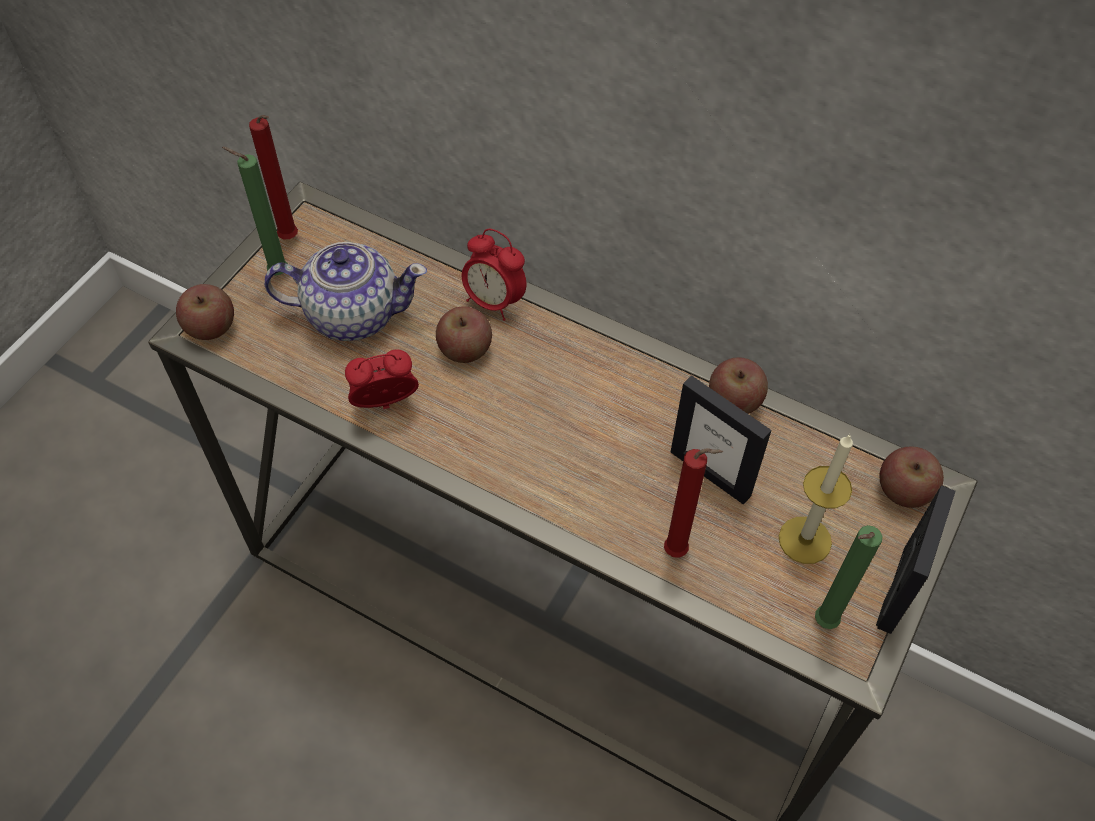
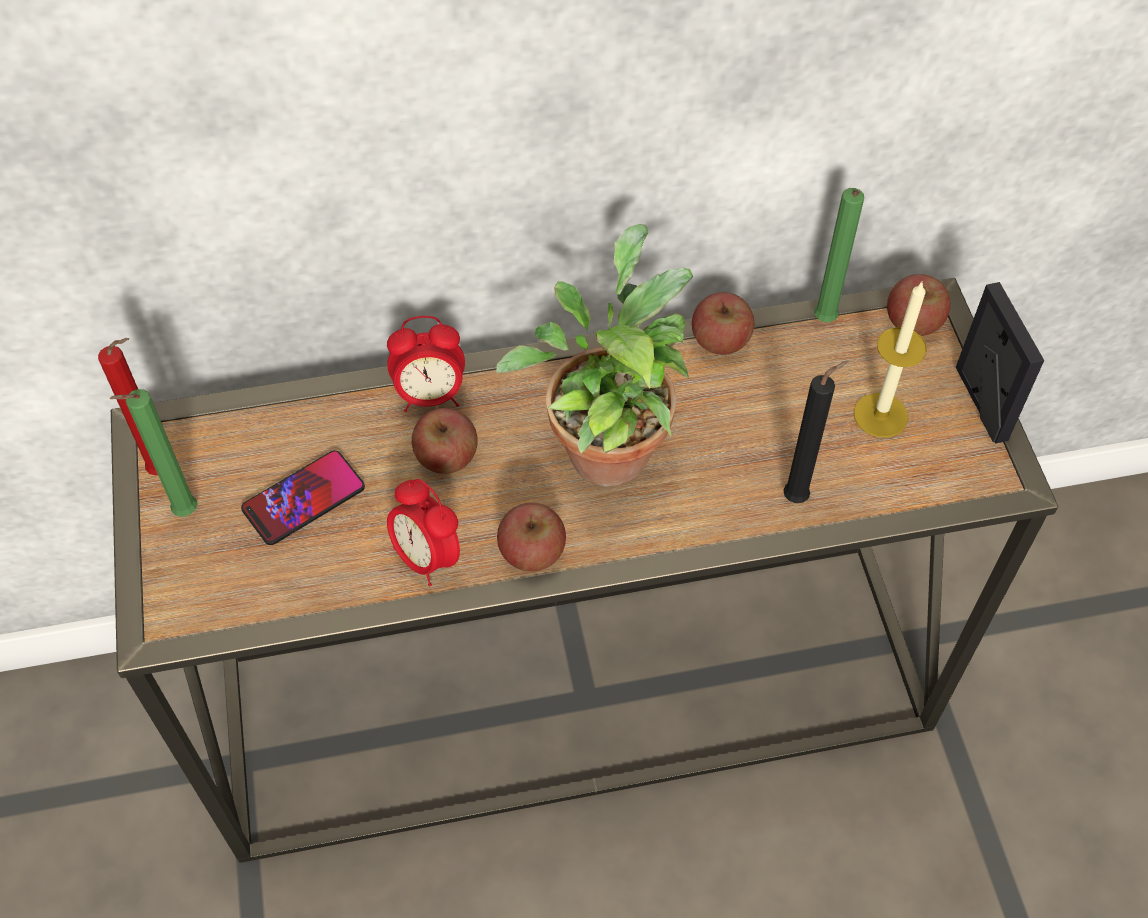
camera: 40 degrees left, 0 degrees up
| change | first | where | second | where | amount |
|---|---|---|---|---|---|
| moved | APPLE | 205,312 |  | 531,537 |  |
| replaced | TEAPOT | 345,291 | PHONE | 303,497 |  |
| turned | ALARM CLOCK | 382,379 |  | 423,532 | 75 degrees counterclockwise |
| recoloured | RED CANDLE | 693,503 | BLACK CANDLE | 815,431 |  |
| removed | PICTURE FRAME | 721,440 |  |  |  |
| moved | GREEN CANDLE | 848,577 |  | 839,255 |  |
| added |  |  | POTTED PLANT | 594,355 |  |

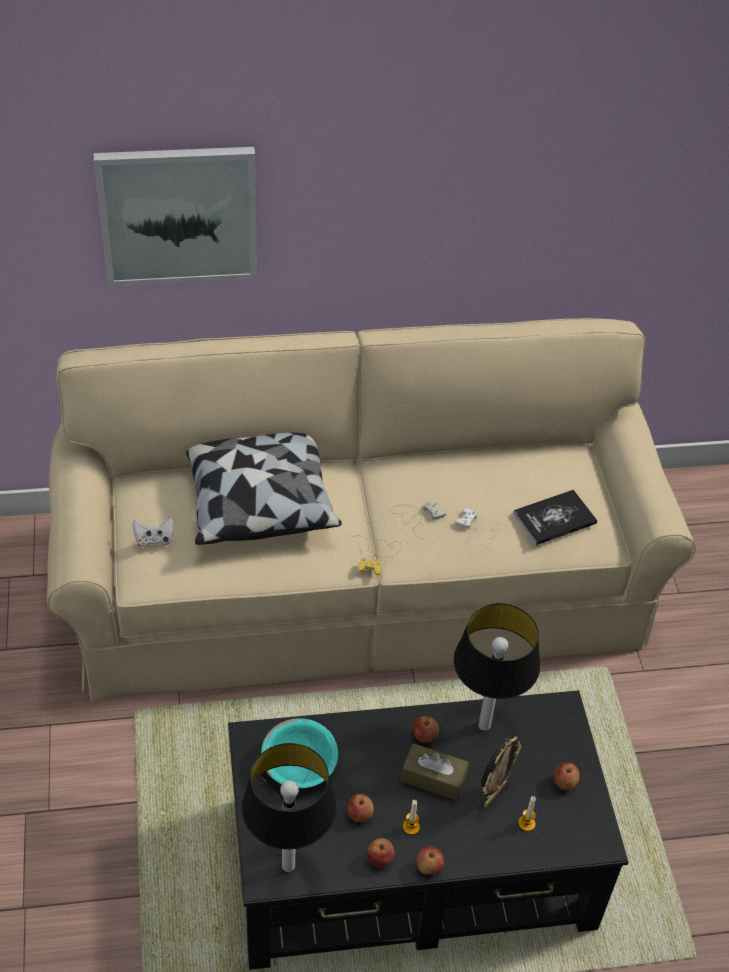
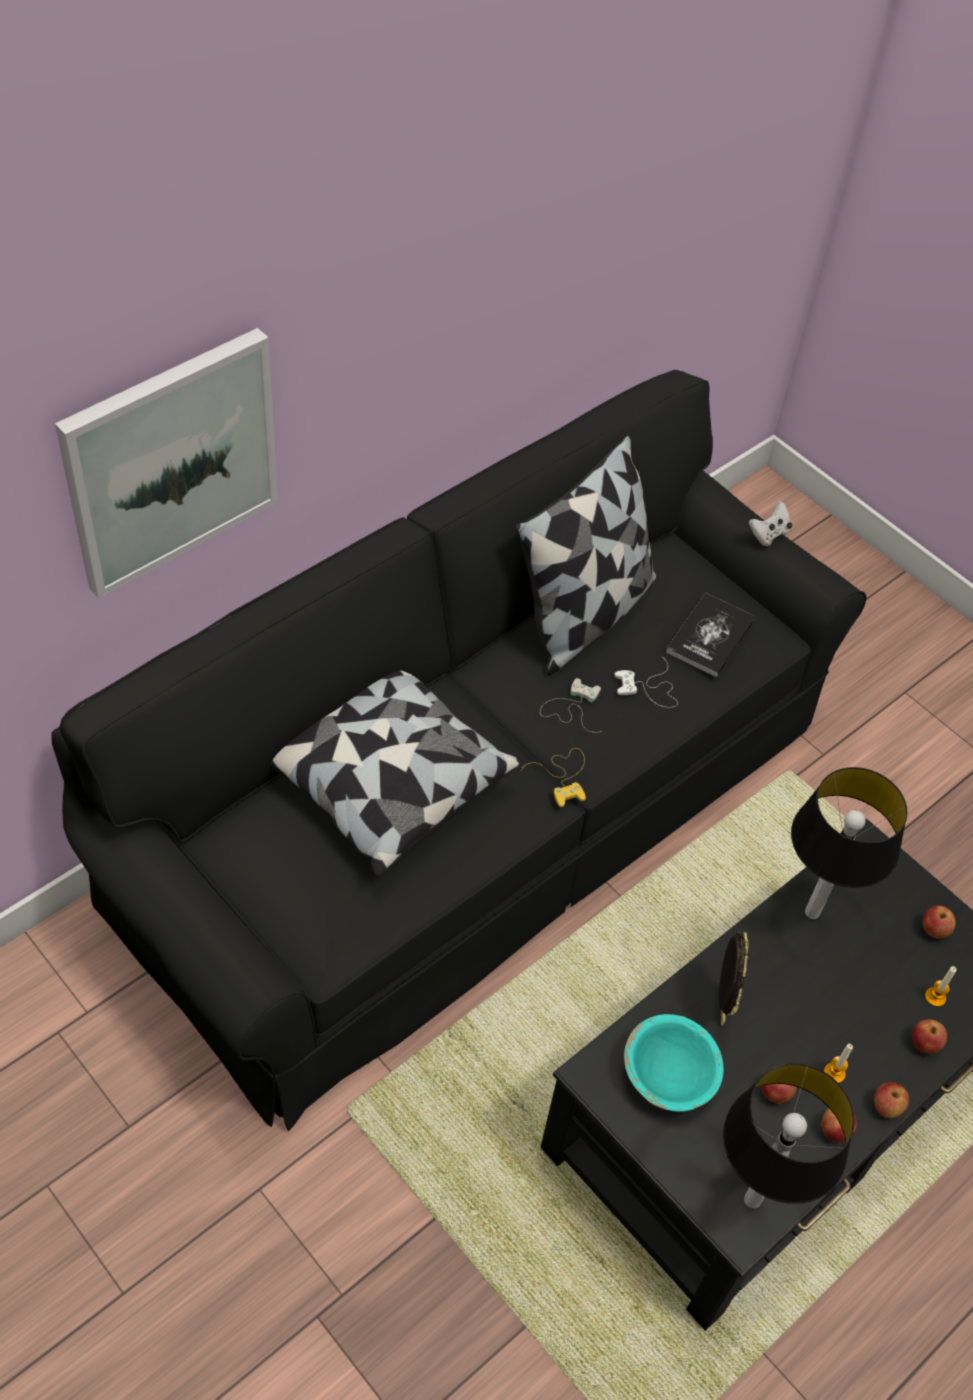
camera: 35 degrees left, 5 degrees up
| change | first | where | second | where | amount |
|---|---|---|---|---|---|
| recoloured | BEIGE SOFA | 371,510 | BLACK SOFA | 459,750 |  |
| moved | WHITE GAME CONTROLLER | 153,532 |  | 770,523 |  |
| removed | BROWN TISSUE BOX | 435,772 |  |  |  |
| moved | APPLE | 426,729 |  | 929,1036 |  |
| moved | PICTURE FRAME | 501,772 |  | 734,979 |  |
| added |  |  | PILLOW | 585,555 |  |

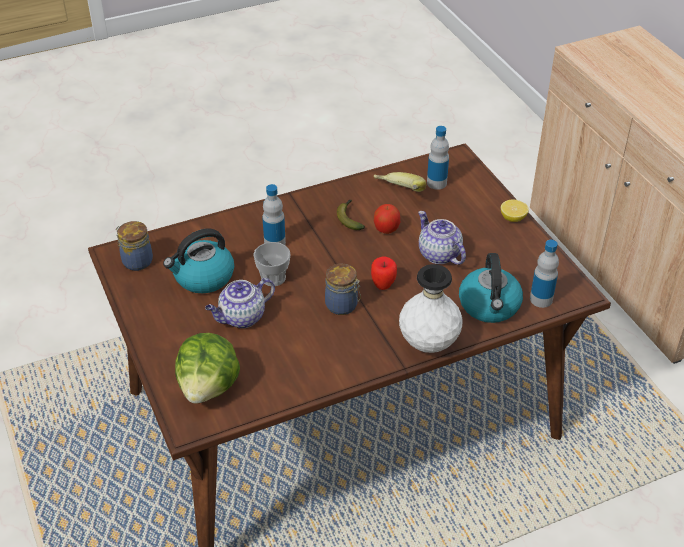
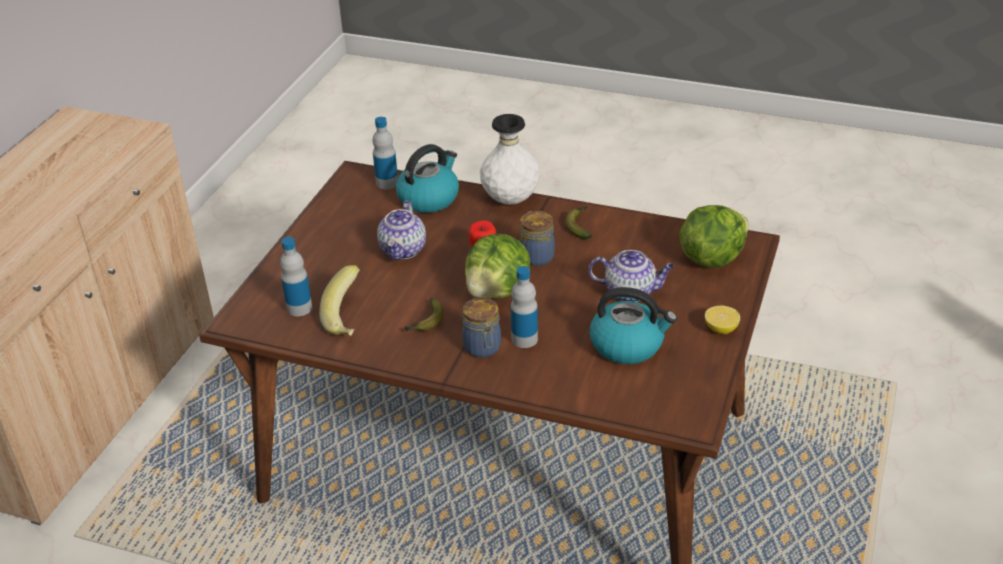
camera: 135 degrees left, 5 degrees down
| change | first | where | second | where | amount |
|---|---|---|---|---|---|
| moved | JAR | 134,246 |  | 481,327 |  |
| removed | CUP | 272,264 |  |  |  |
| removed | APPLE | 387,219 |  |  |  |
| moved | LEMON | 515,210 |  | 722,320 |  |
| added |  |  | LETTUCE | 497,266 |  |
| added |  |  | BANANA | 578,222 |  |

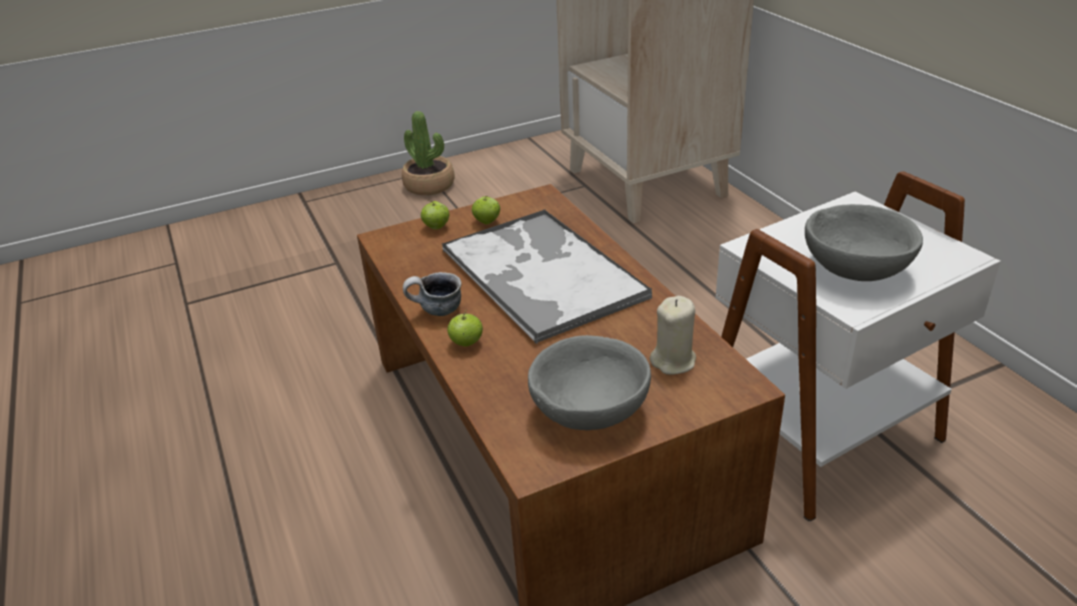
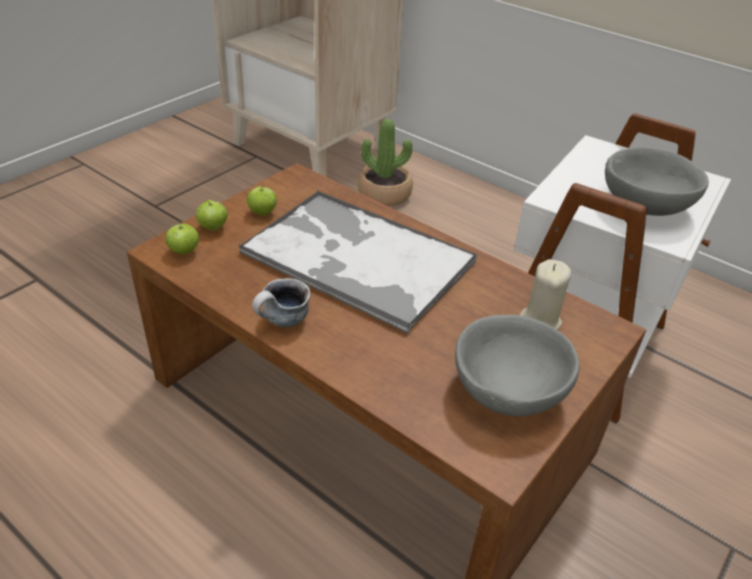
camera: 30 degrees left, 5 degrees up
| change | first | where | second | where | amount |
|---|---|---|---|---|---|
| moved | POTTED PLANT | 428,153 |  | 385,162 |  |
| moved | APPLE | 465,328 |  | 182,236 |  |

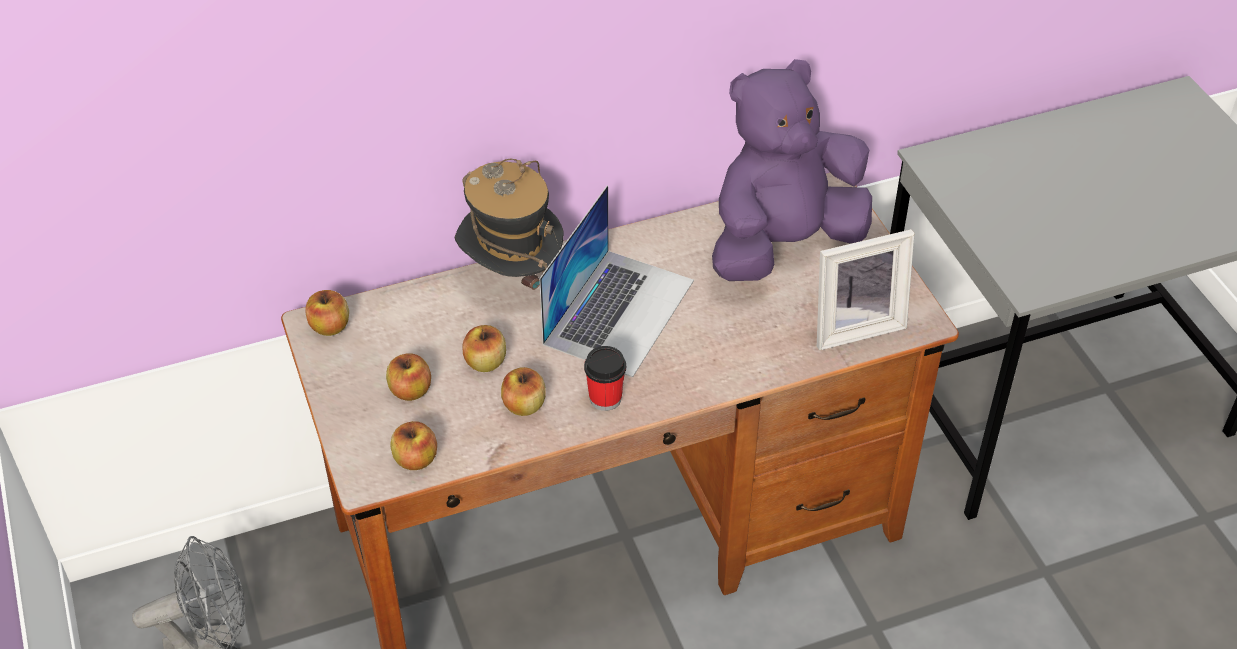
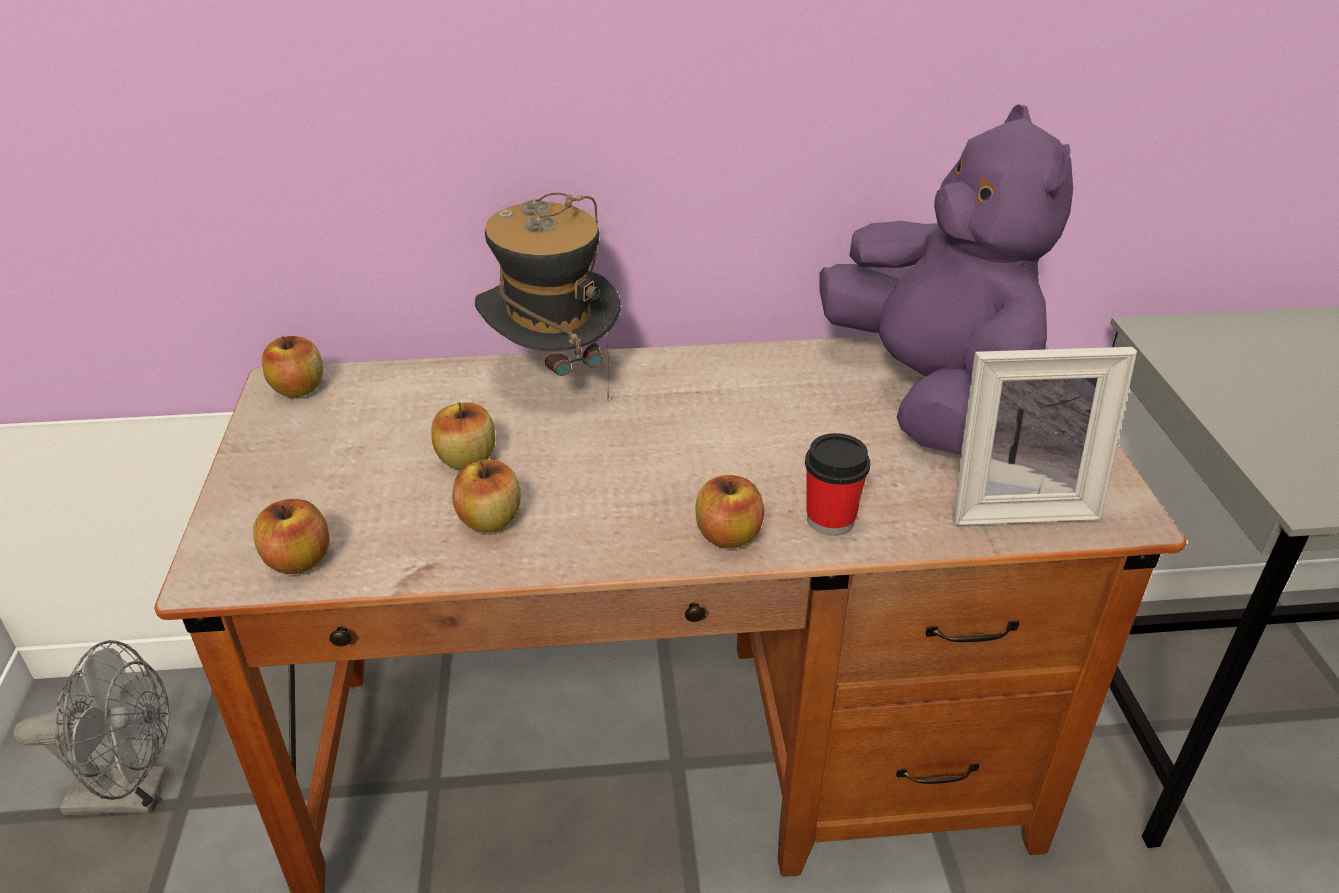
camera: 15 degrees right, 10 degrees down
| change | first | where | second | where | amount |
|---|---|---|---|---|---|
| moved | APPLE | 408,377 |  | 730,511 |  |
| removed | LAPTOP | 616,281 |  |  |  |
| moved | CUP | 605,378 |  | 837,484 |  |
| turned | PURPLE PLUSH TOY | 792,170 |  | 946,279 | 90 degrees clockwise |

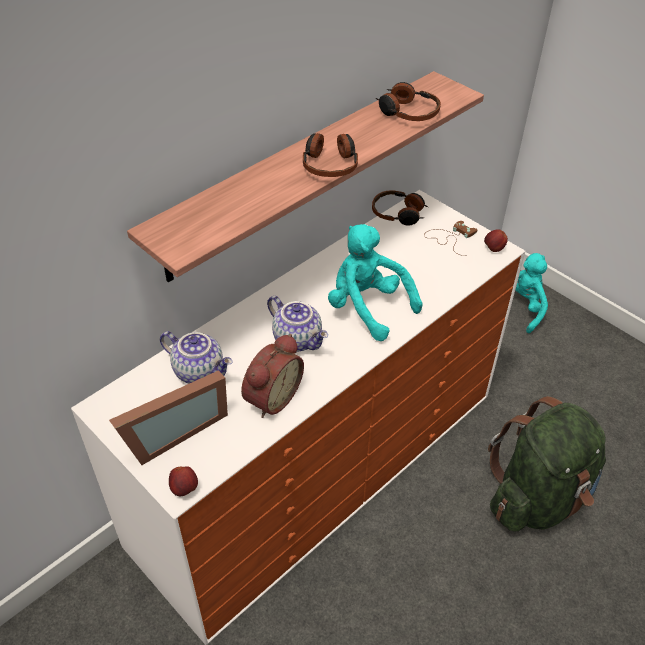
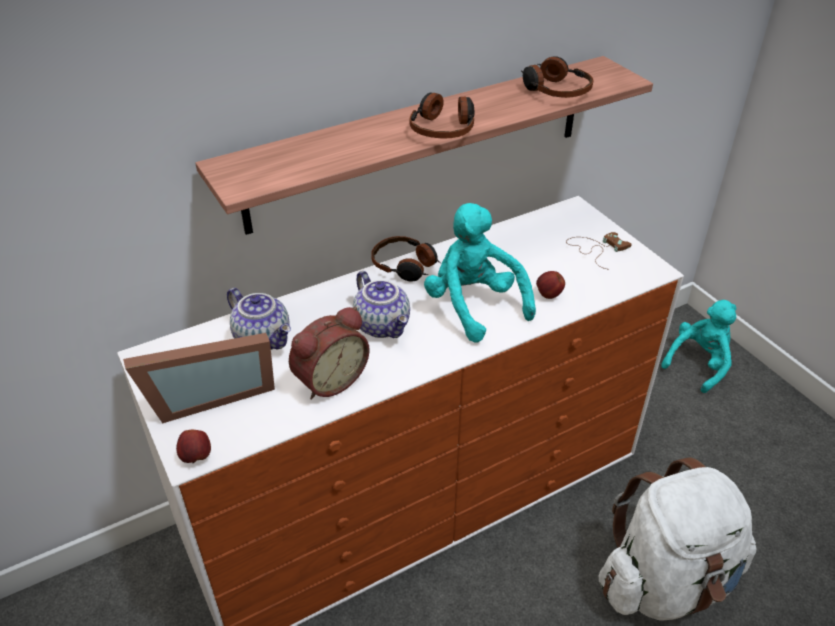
camera: 15 degrees right, 5 degrees down
| change | first | where | second | where | amount |
|---|---|---|---|---|---|
| moved | HEADPHONES | 400,208 |  | 406,258 |  |
| moved | APPLE | 496,240 |  | 550,285 |  |
| recoloured | GREEN BACKPACK | 547,464 | WHITE BACKPACK | 677,539 |  |

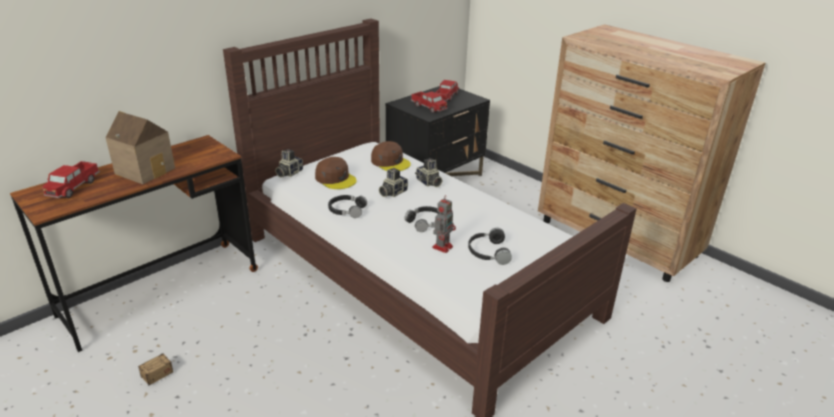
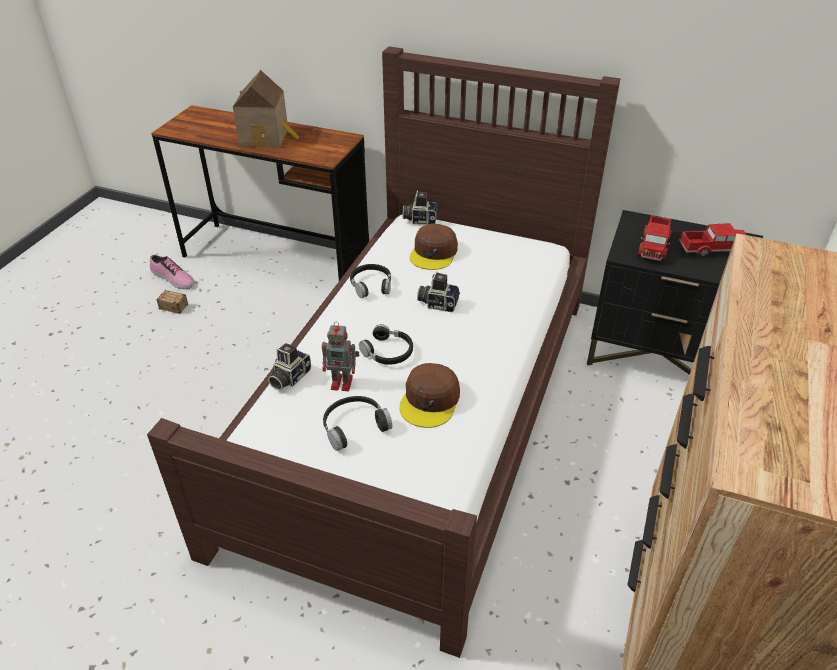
camera: 65 degrees right, 10 degrees up
| change | first | where | second | where | amount |
|---|---|---|---|---|---|
| removed | TOY TRUCK | 71,179 |  |  |  |
| moved | BROWN CAP | 391,156 |  | 429,395 |  |
| moved | PHOTO CAMERA | 429,172 |  | 289,366 |  |
| added |  |  | SHOE | 172,272 |  |

